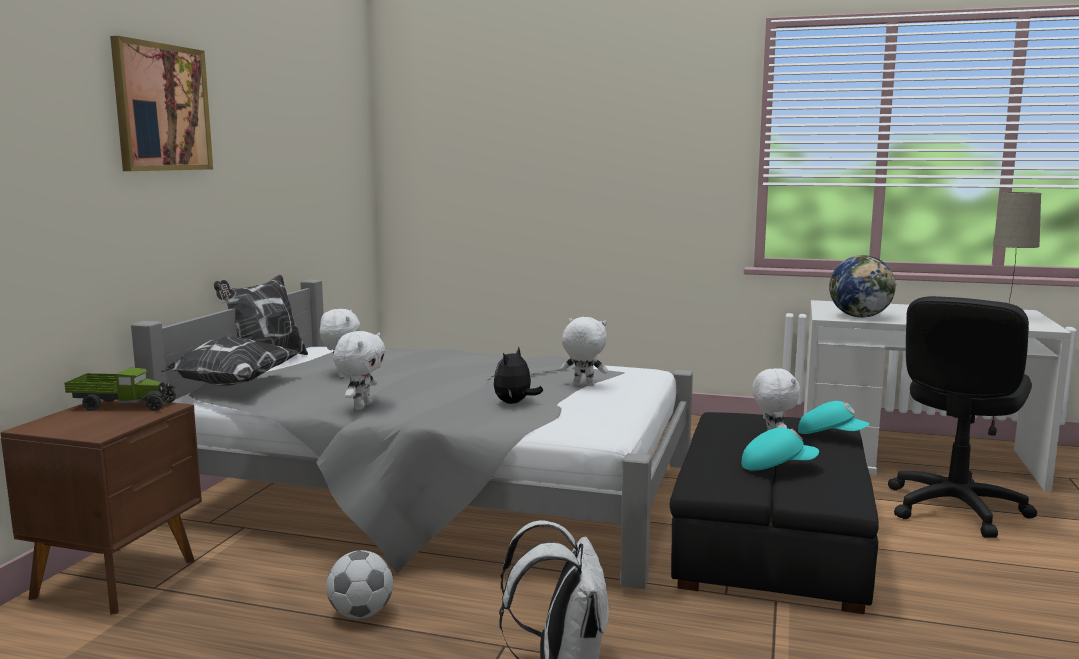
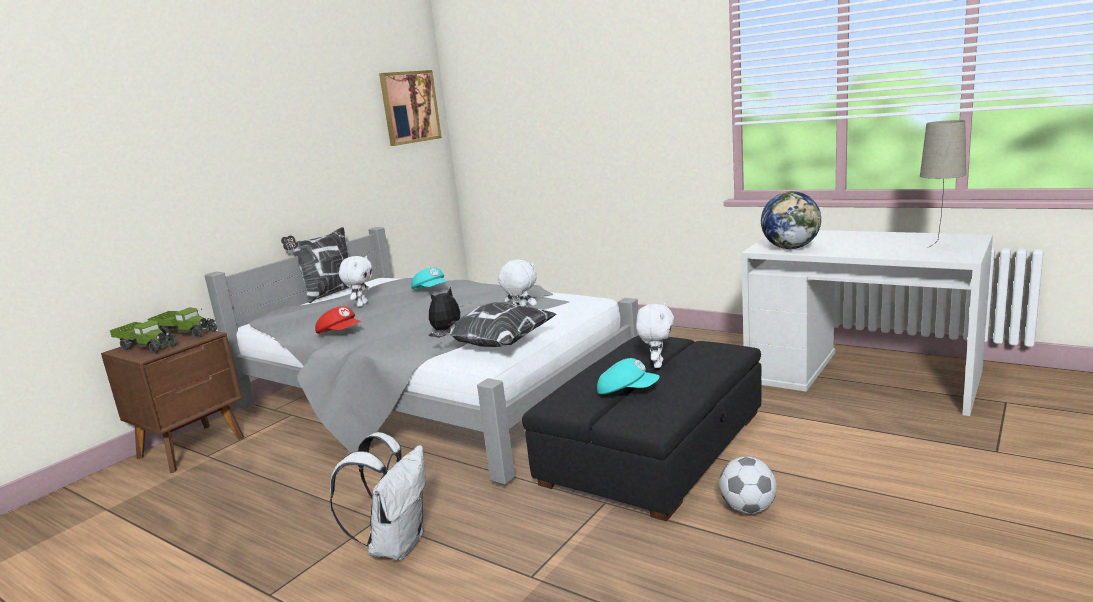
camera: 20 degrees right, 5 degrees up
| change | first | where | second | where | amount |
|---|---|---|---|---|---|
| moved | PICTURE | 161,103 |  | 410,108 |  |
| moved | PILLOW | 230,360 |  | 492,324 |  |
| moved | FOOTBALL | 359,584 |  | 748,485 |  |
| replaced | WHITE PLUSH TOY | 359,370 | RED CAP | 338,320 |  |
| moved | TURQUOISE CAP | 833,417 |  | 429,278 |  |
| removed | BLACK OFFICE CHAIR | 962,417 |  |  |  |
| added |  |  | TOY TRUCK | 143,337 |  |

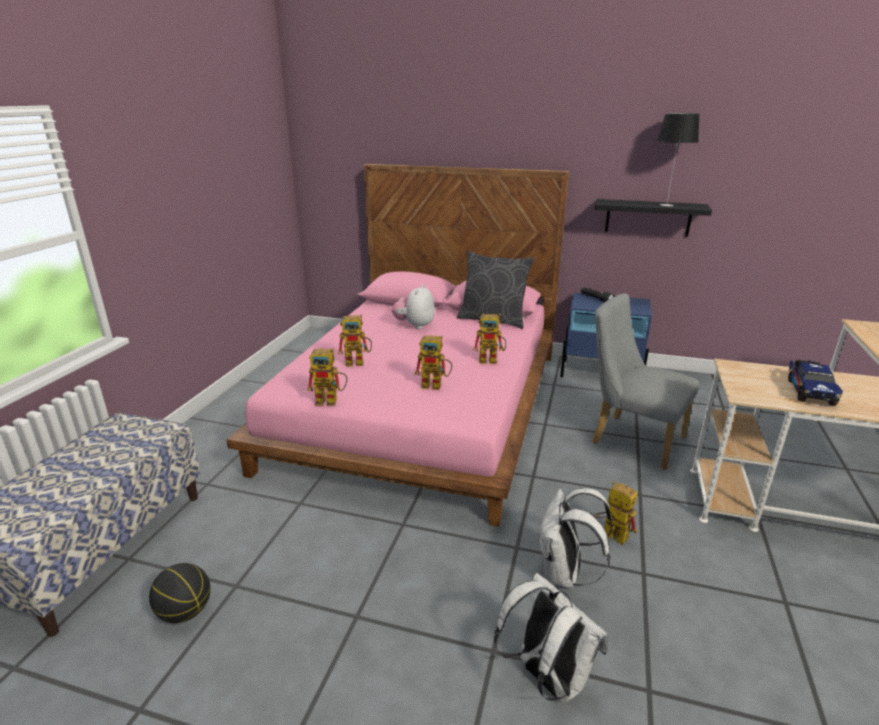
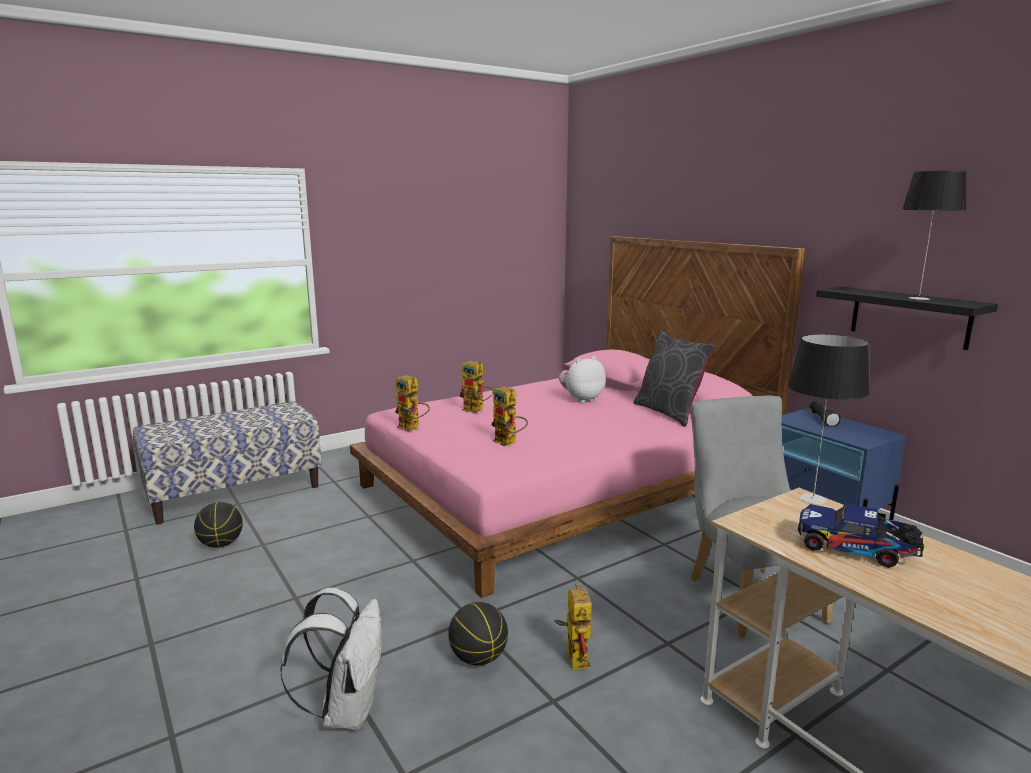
camera: 40 degrees right, 10 degrees down
| change | first | where | second | where | amount |
|---|---|---|---|---|---|
| removed | TOY ROBOT | 489,338 |  |  |  |
| replaced | WHITE BACKPACK | 575,538 | BASKETBALL | 478,633 |  |
| turned | TOY TRUCK | 815,383 |  | 861,536 | 60 degrees clockwise |
| added |  |  | TABLE LAMP | 829,419 |  |

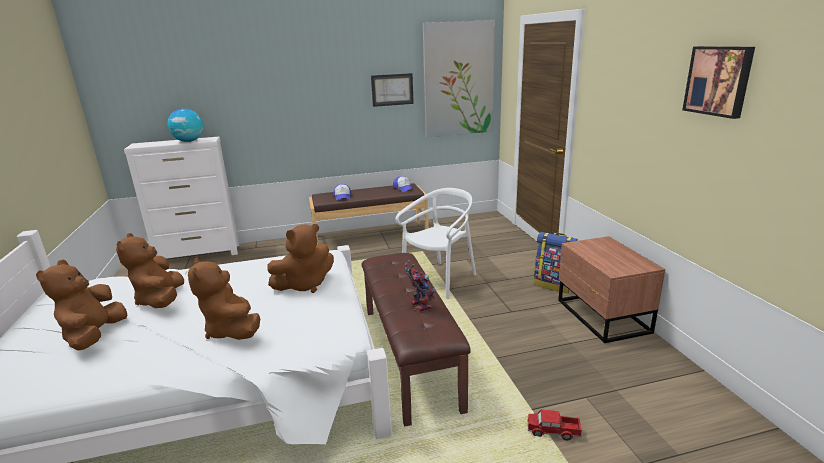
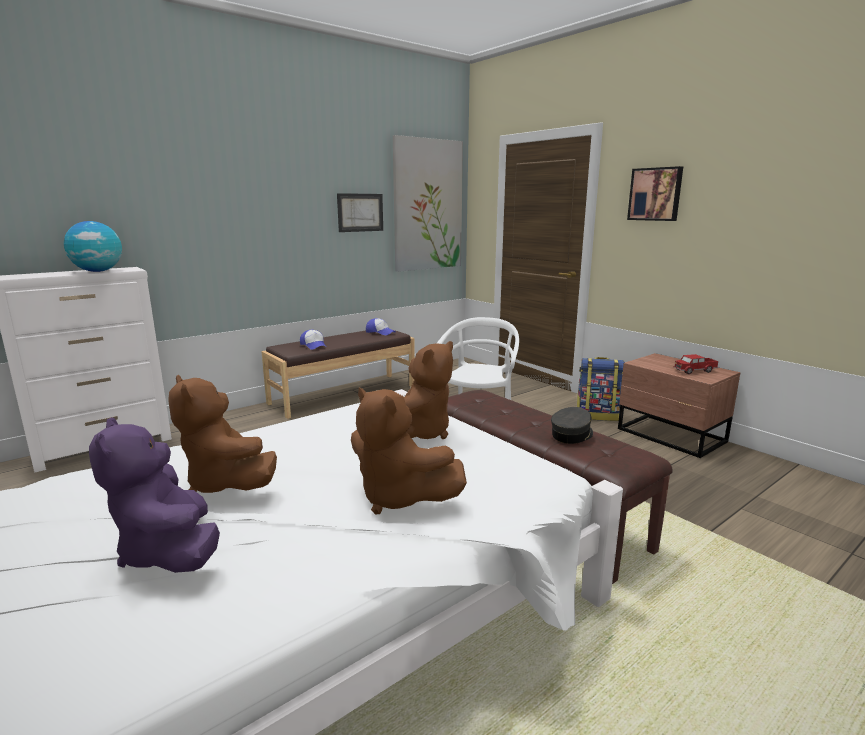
camera: 25 degrees left, 5 degrees down
| change | first | where | second | where | amount |
|---|---|---|---|---|---|
| recoloured | BROWN PLUSH TOY | 81,305 | PURPLE PLUSH TOY | 154,495 |  |
| replaced | TOY ROBOT | 420,286 | GREY CAP | 572,425 |  |
| moved | TOY TRUCK | 554,424 |  | 696,364 |  |
| moved | PICTURE | 718,82 |  | 655,193 |  |

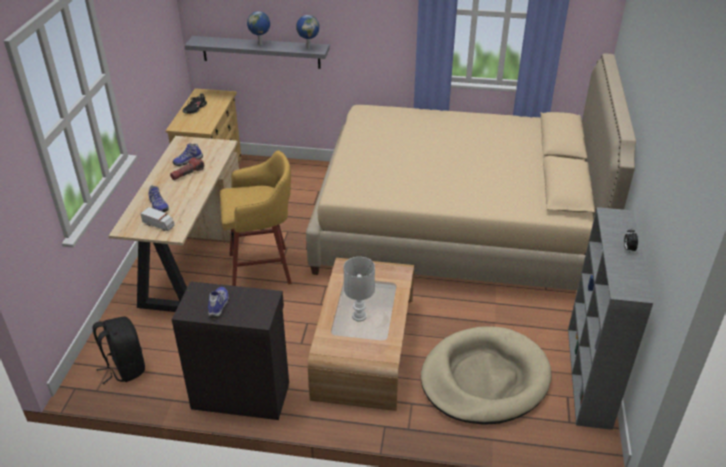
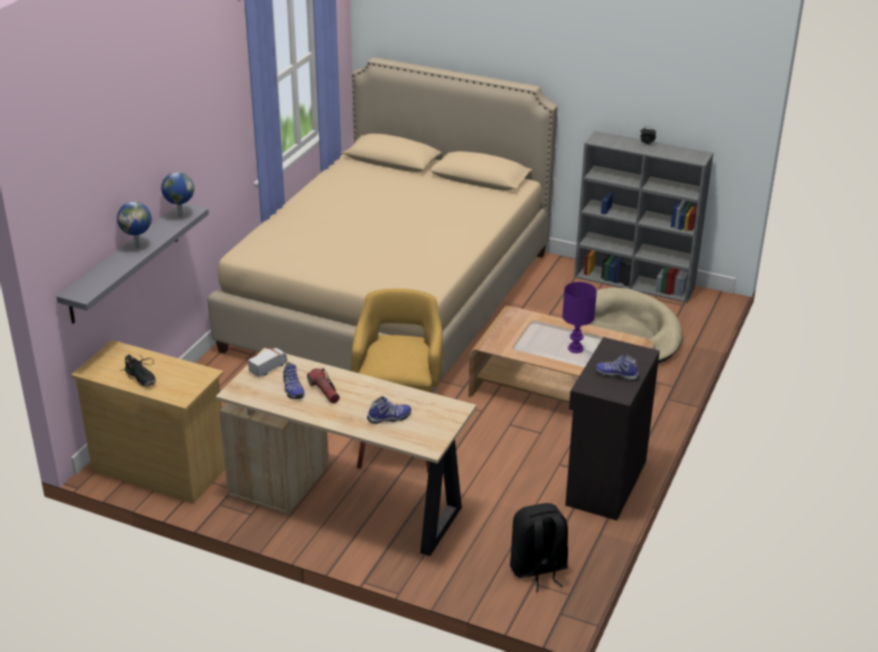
camera: 75 degrees left, 5 degrees down
| change | first | where | second | where | amount |
|---|---|---|---|---|---|
| moved | TOY TRUCK | 157,219 |  | 267,362 |  |
| recoloured | WHITE TABLE LAMP | 359,289 | PURPLE TABLE LAMP | 579,317 |  |

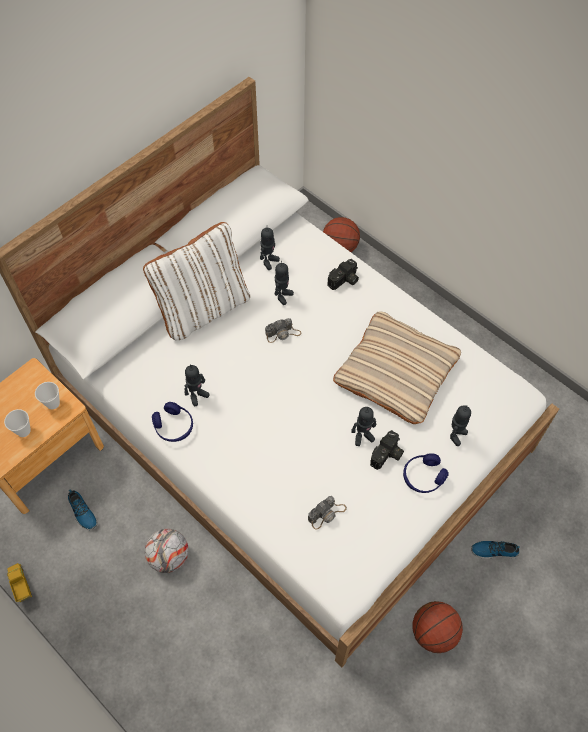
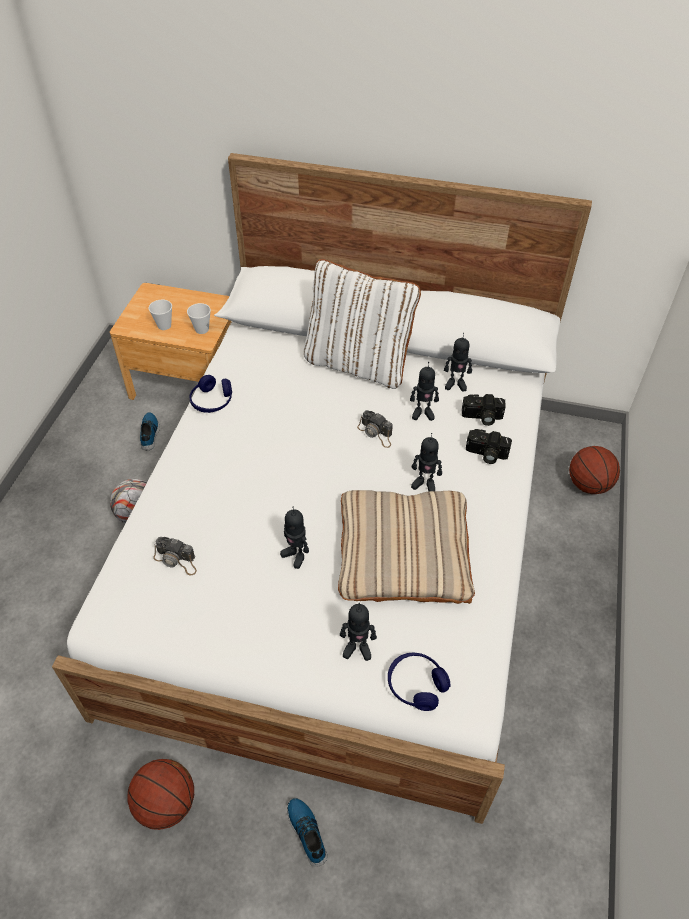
camera: 60 degrees right, 10 degrees down
| change | first | where | second | where | amount |
|---|---|---|---|---|---|
| removed | TOY TRUCK | 19,582 |  |  |  |
| turned | SHOE | 83,510 |  | 150,431 | 150 degrees clockwise |
| moved | TOY ROBOT | 197,385 |  | 426,462 |  |
| moved | PHOTO CAMERA | 387,450 |  | 484,410 |  |
| moved | BLUE HEADPHONES | 426,473 |  | 419,682 |  |

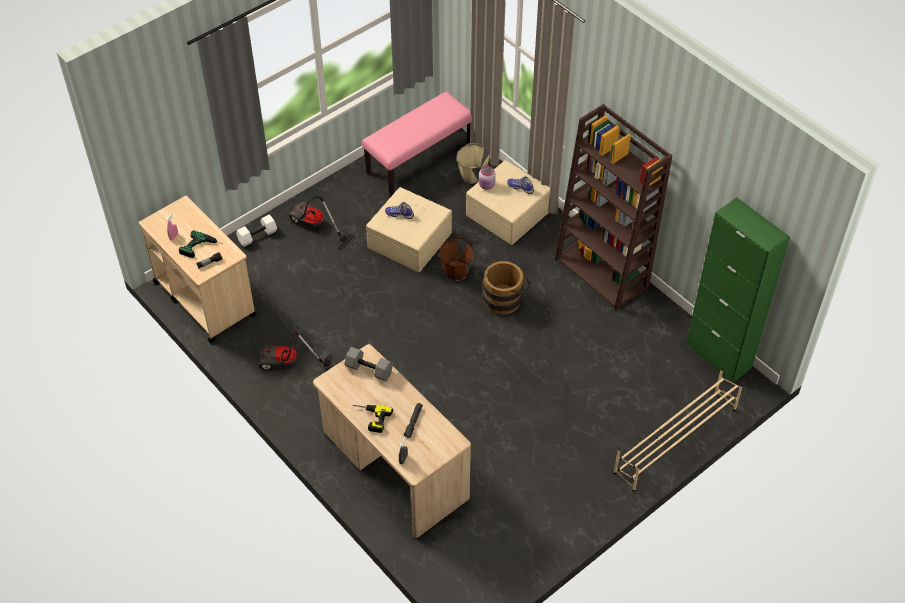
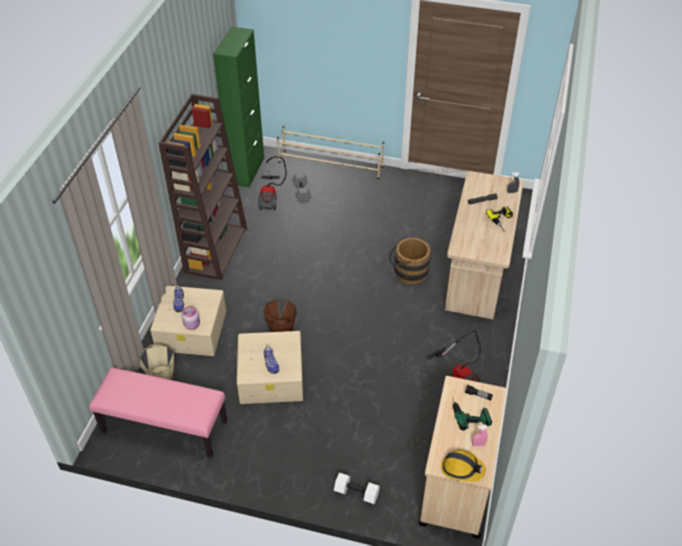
camera: 125 degrees left, 5 degrees down
| change | first | where | second | where | amount |
|---|---|---|---|---|---|
| moved | VACUUM CLEANER | 322,223 |  | 272,183 |  |
| moved | GREY DUMBBELL | 368,364 |  | 301,188 |  |
| moved | BROWN BUCKET | 507,288 |  | 410,261 |  |
| added |  |  | HARD HAT | 463,465 |  |

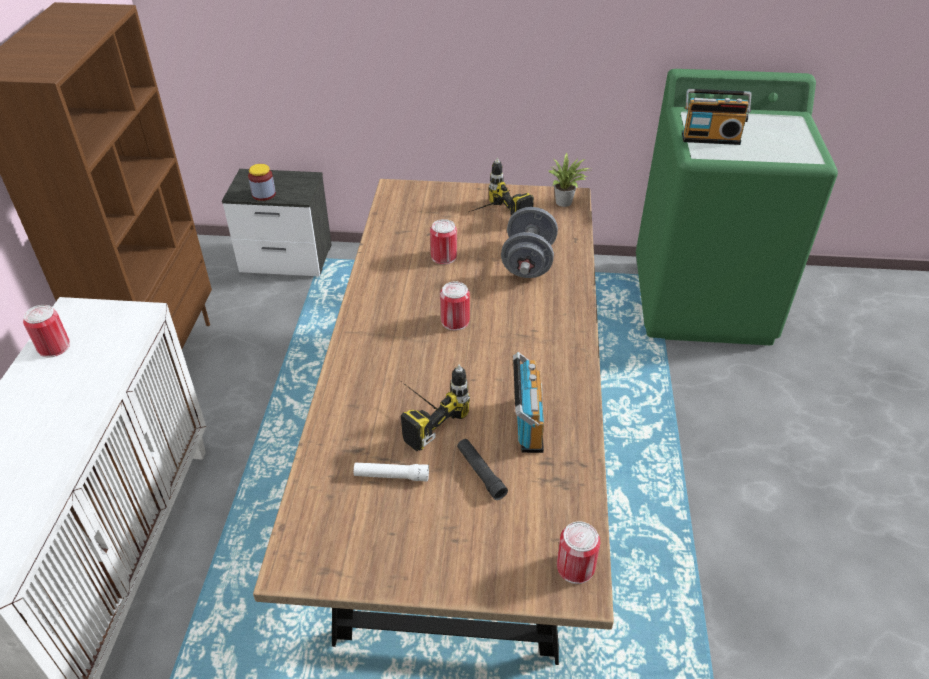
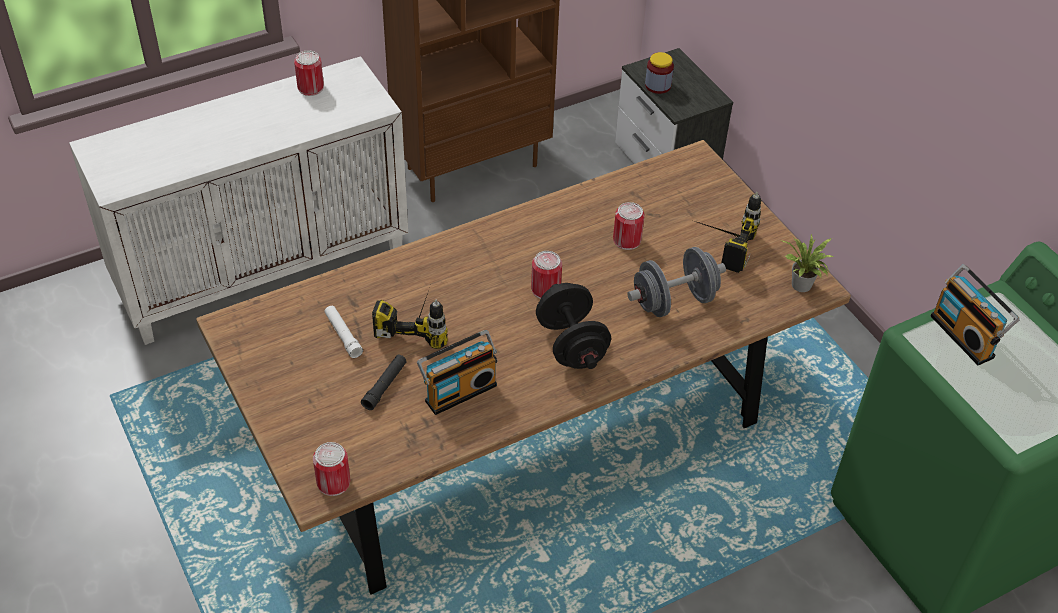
camera: 55 degrees right, 5 degrees up
| change | first | where | second | where | amount |
|---|---|---|---|---|---|
| added |  |  | BLACK DUMBBELL | 573,326 |  |

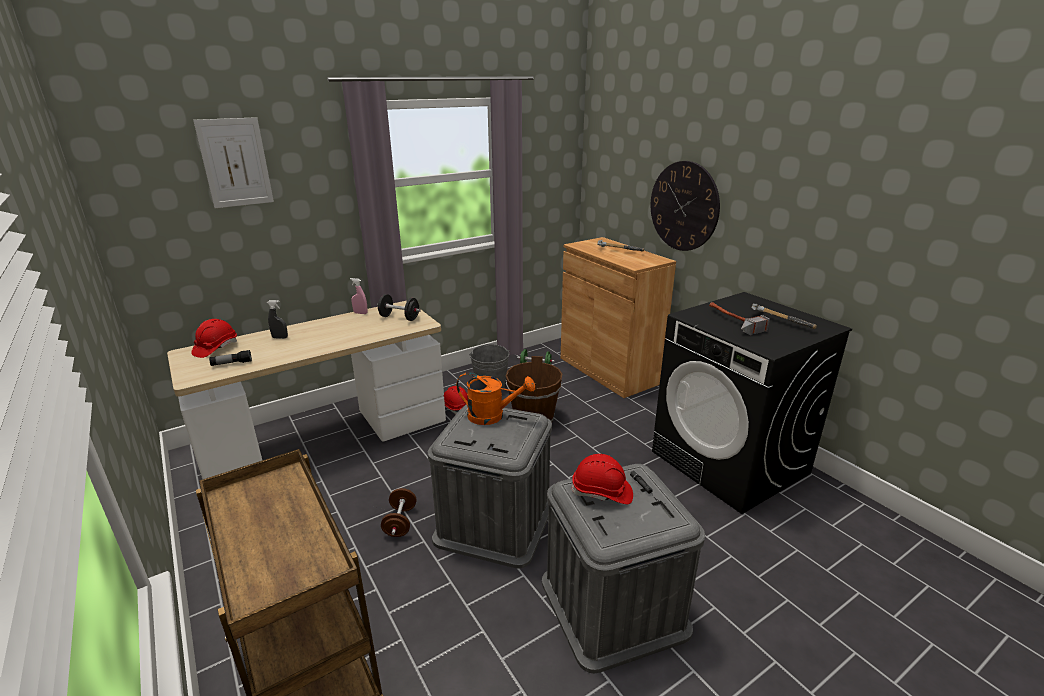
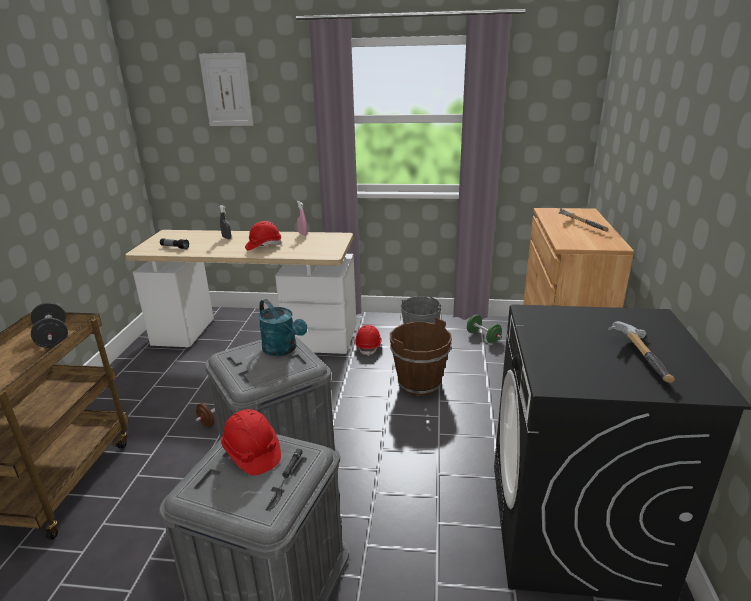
camera: 40 degrees right, 0 degrees up
| change | first | where | second | where | amount |
|---|---|---|---|---|---|
| moved | RED HARD HAT | 214,338 |  | 263,236 |  |
| moved | BLACK DUMBBELL | 399,307 |  | 49,325 |  |
| recoloured | ORANGE WATERING CAN | 496,398 | TURQUOISE WATERING CAN | 282,327 |  |
| removed | WALL CLOCK | 685,206 |  |  |  |
| removed | HAMMER | 739,318 |  |  |  |

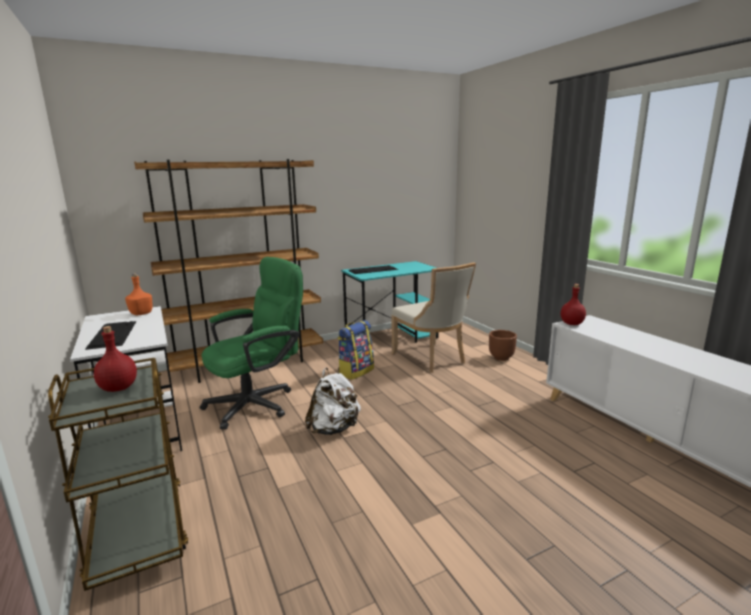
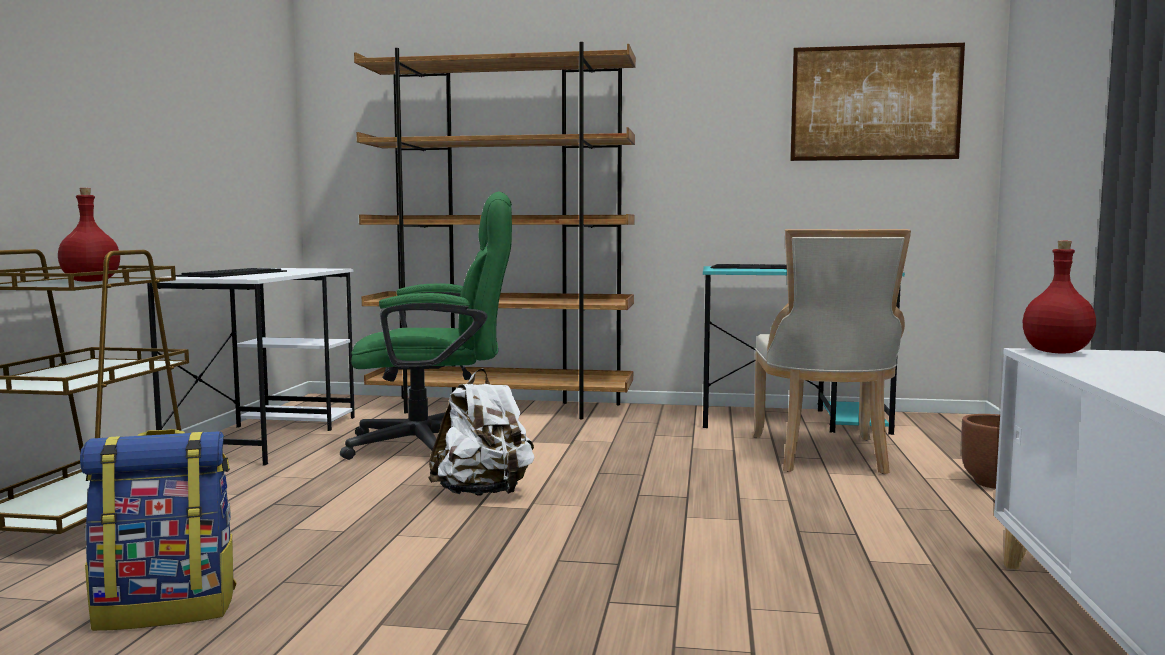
camera: 35 degrees right, 10 degrees down
| change | first | where | second | where | amount |
|---|---|---|---|---|---|
| removed | ORANGE BOTTLE | 138,294 |  |  |  |
| moved | BACKPACK | 356,350 |  | 158,530 |  |
| added |  |  | PICTURE | 877,102 |  |

